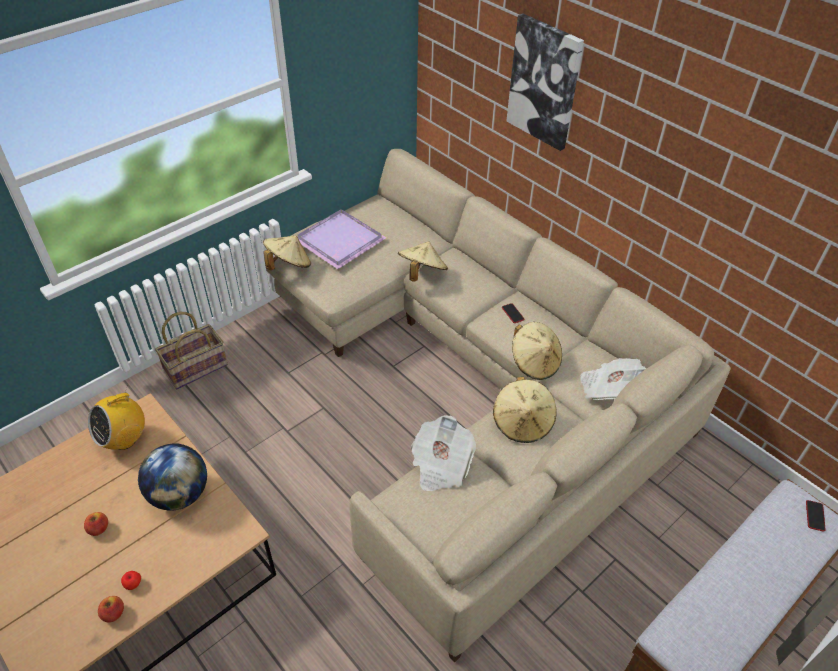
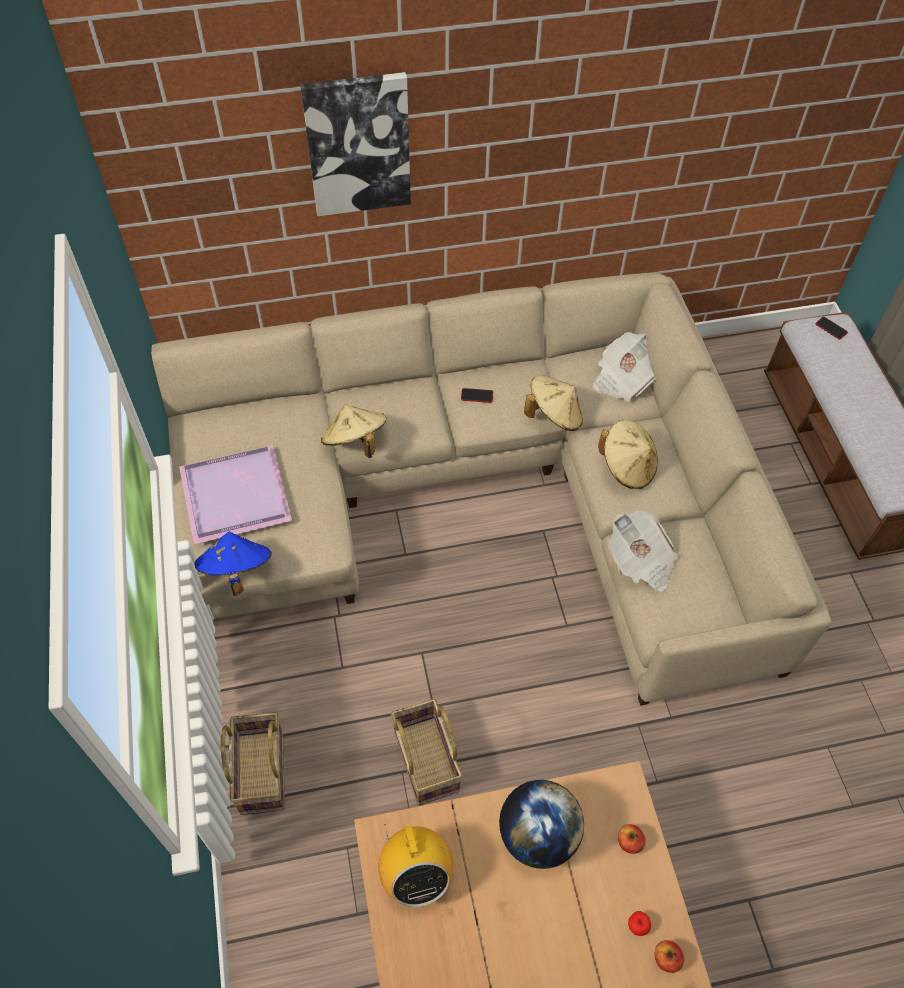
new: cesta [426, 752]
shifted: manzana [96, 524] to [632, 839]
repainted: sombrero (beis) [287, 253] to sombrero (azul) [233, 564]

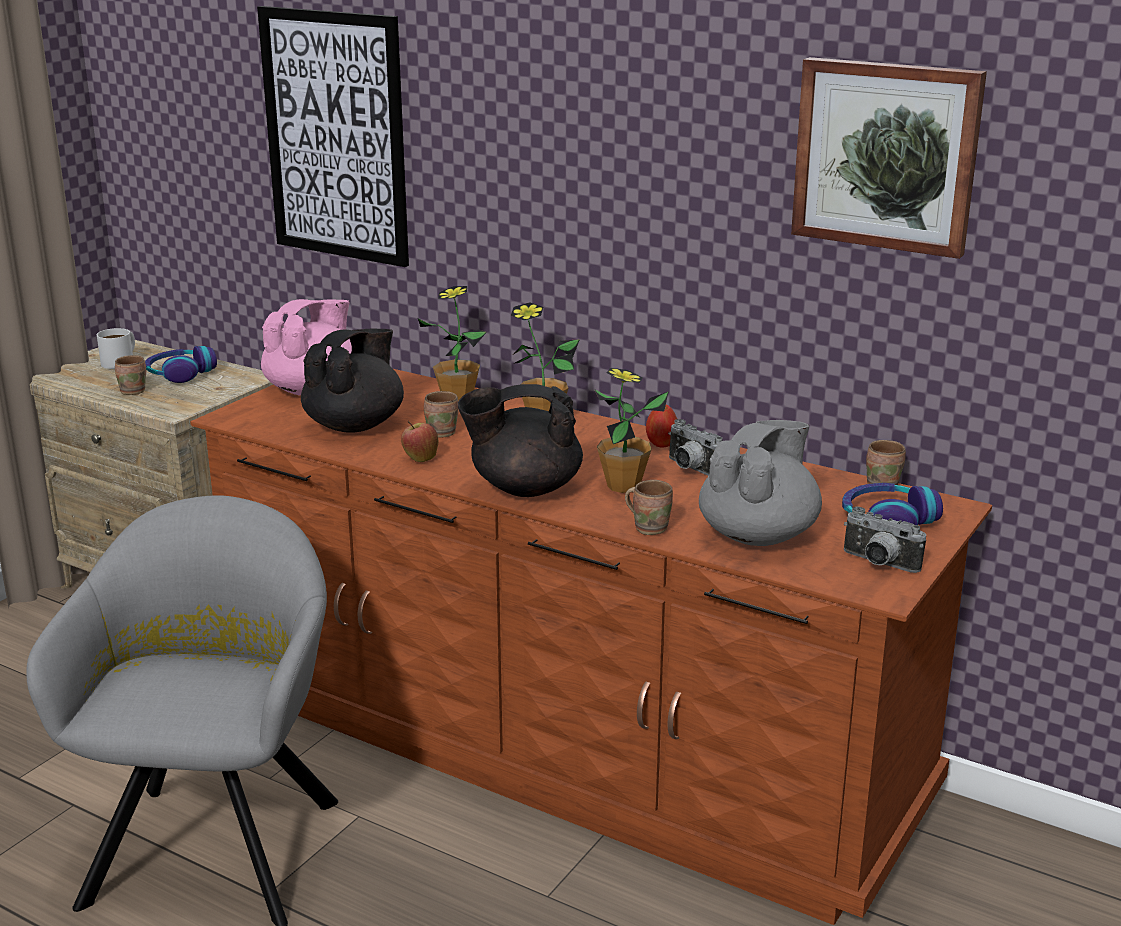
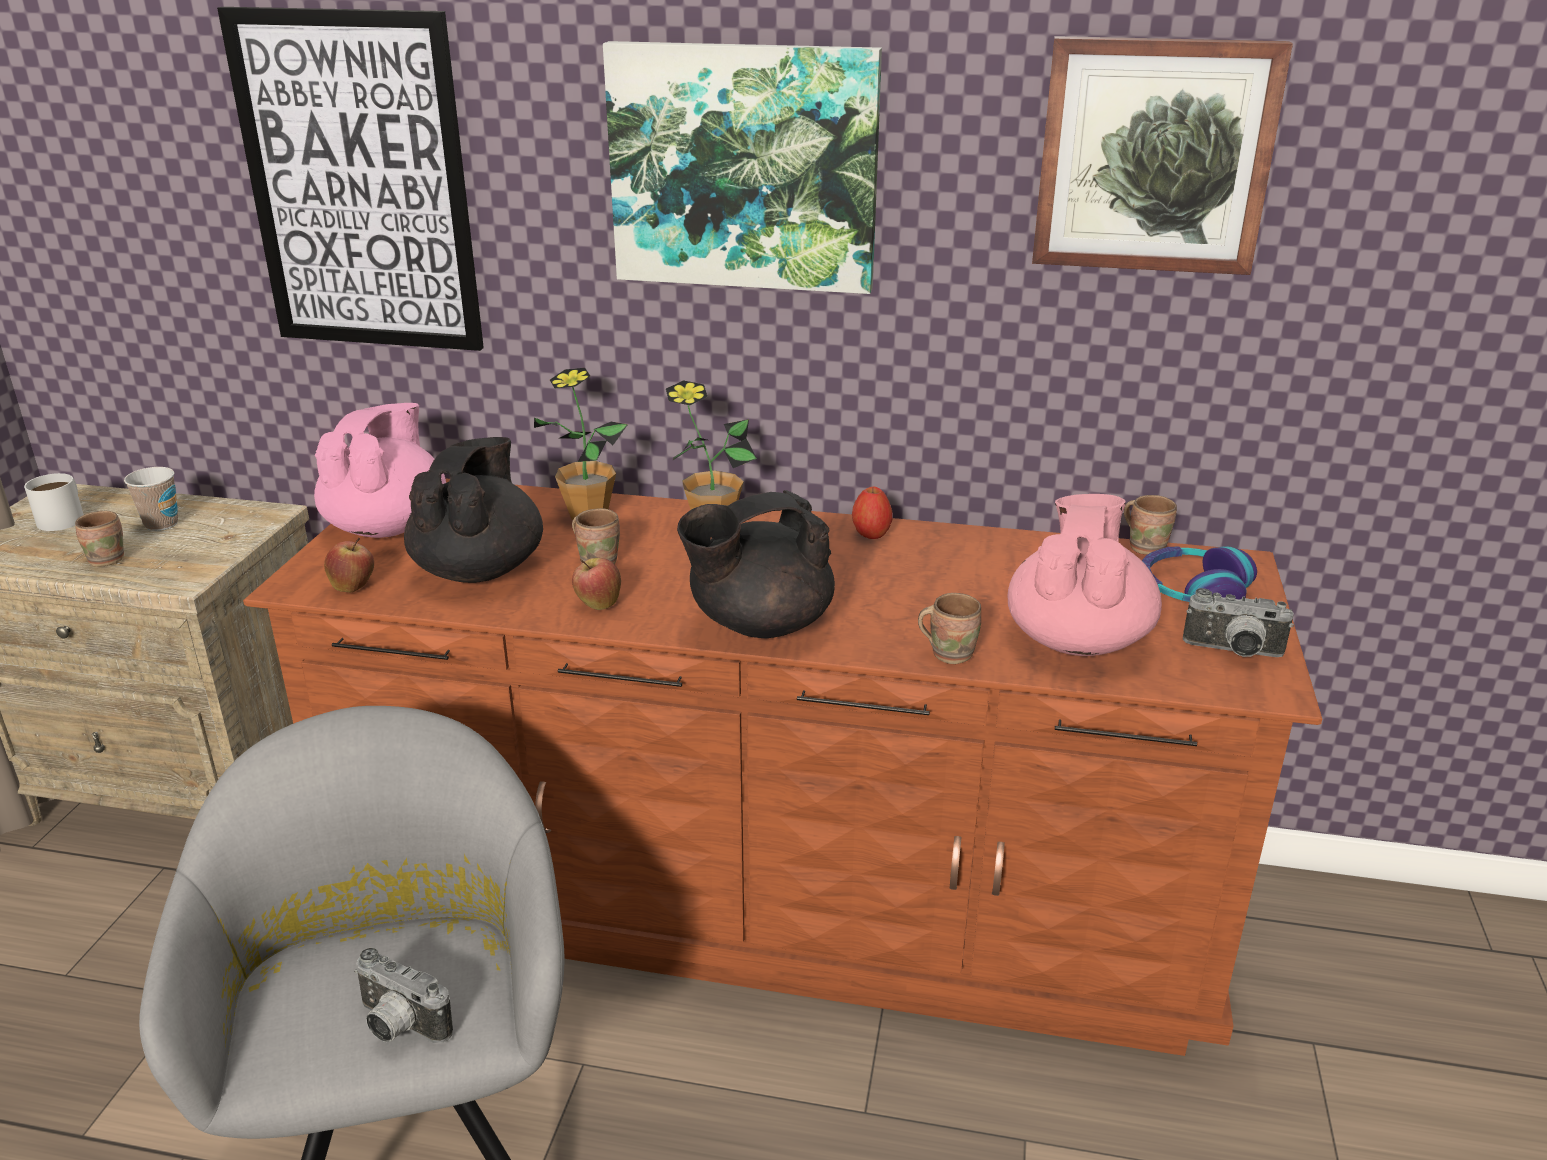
gone: planta en maceta [631, 430]
new: manzana [349, 565]; cuadro [742, 167]
shifted: cámara [695, 447] to [403, 995]
swapped: auriculares [181, 364] to taza [151, 499]
repainted: tetera (gris) [760, 483] to tetera (rosa) [1085, 575]

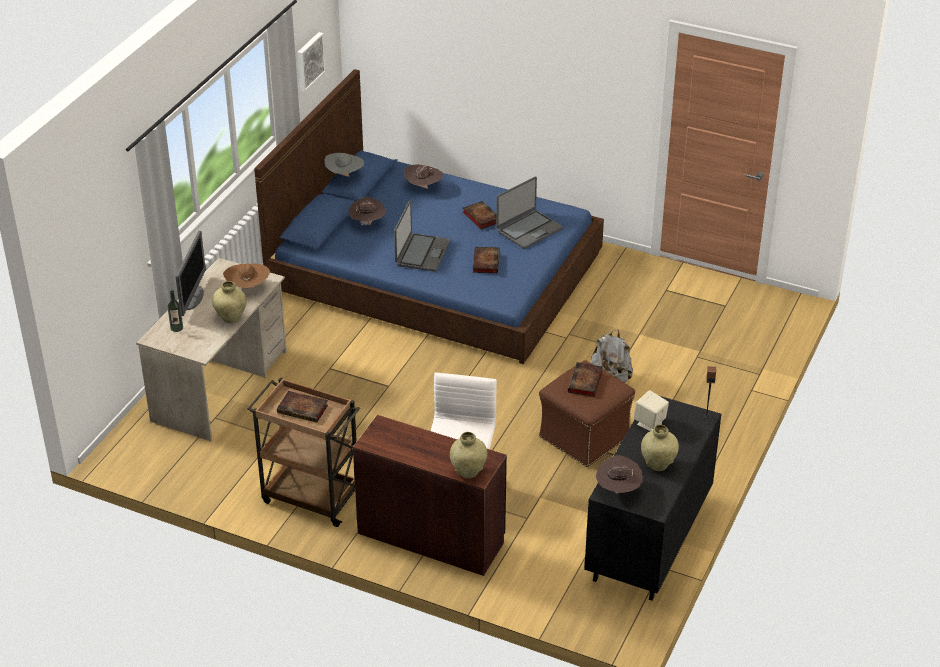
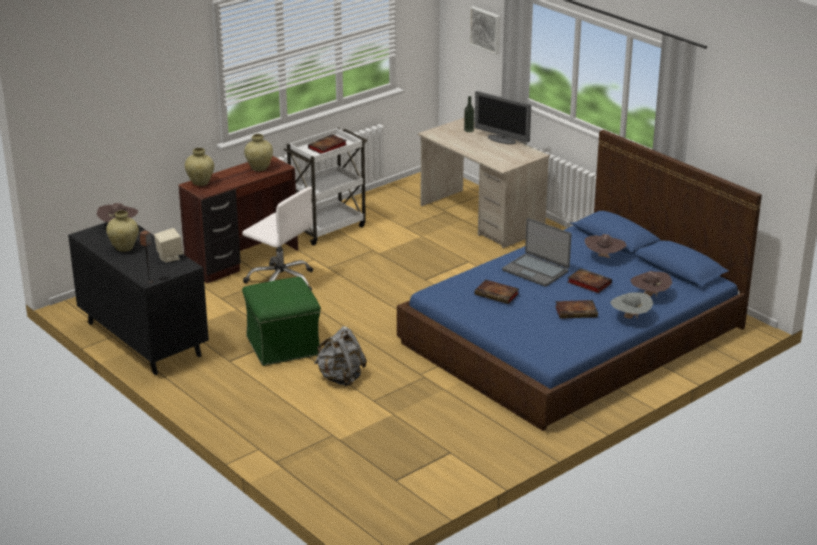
gone: sombrero (marrón) [246, 278]; portátil [529, 212]
shifted: florero (beis) [229, 302] to [258, 152]; cuadro [311, 62] to [484, 30]; sombrero (gris) [344, 165] to [631, 305]; libro [585, 379] to [589, 281]
repainted: carrito (marrón) [304, 452] to carrito (blanco) [325, 187]; puf (marrón) [587, 413] to puf (verde) [281, 321]

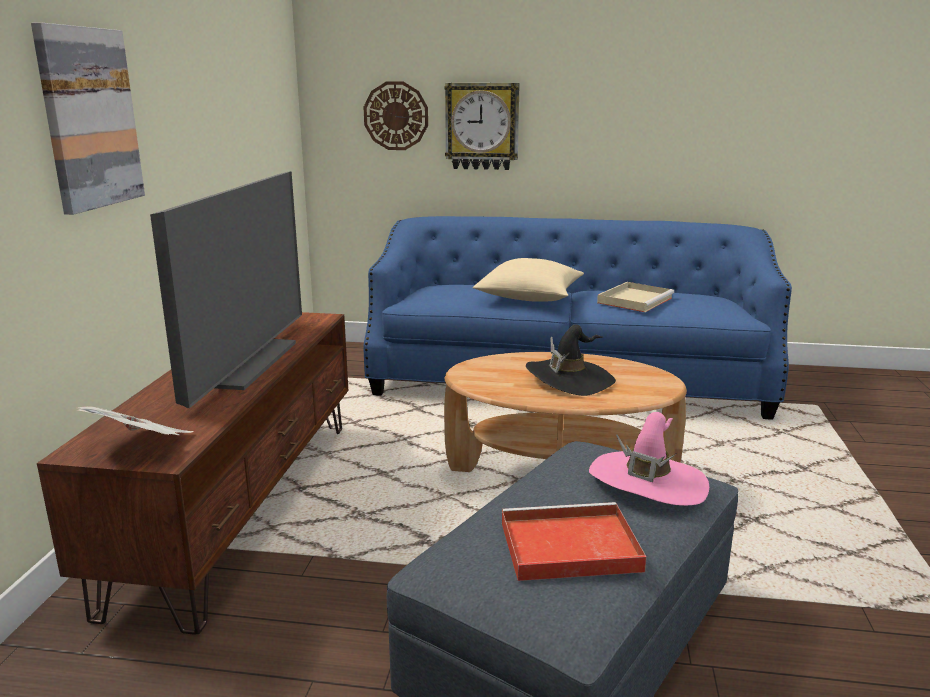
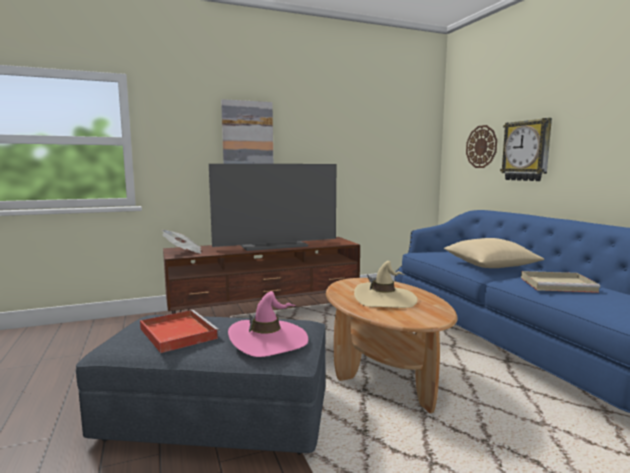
repainted: sombrero (negro) [571, 360] to sombrero (beis) [386, 284]

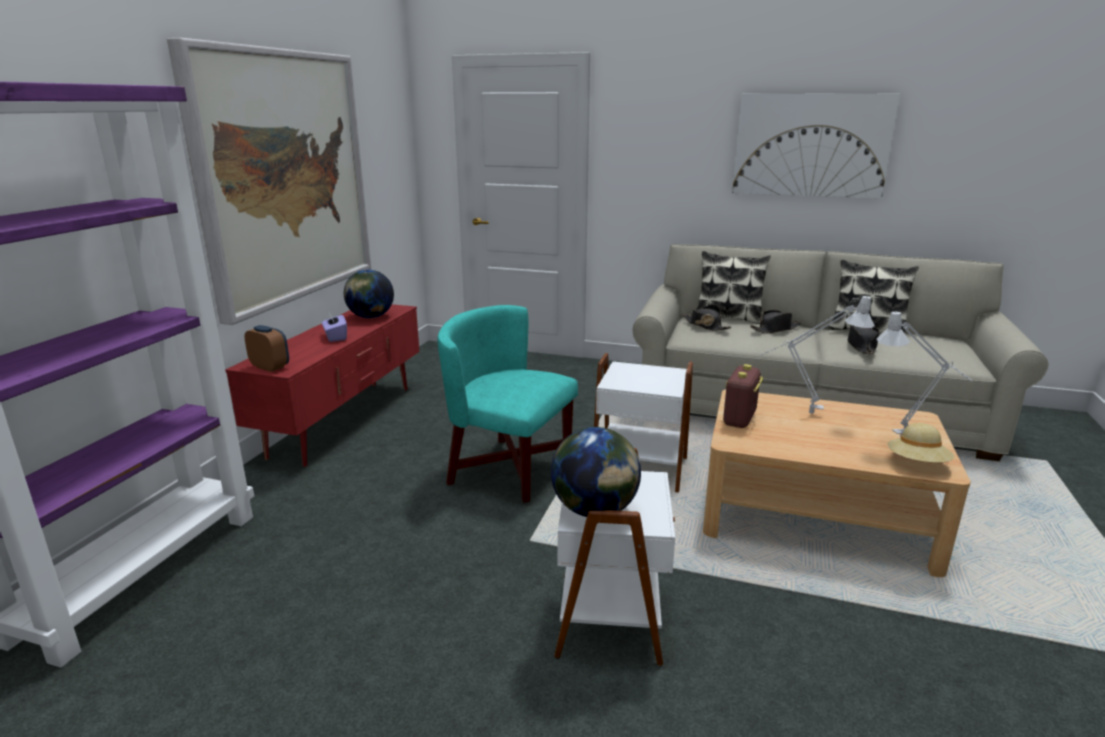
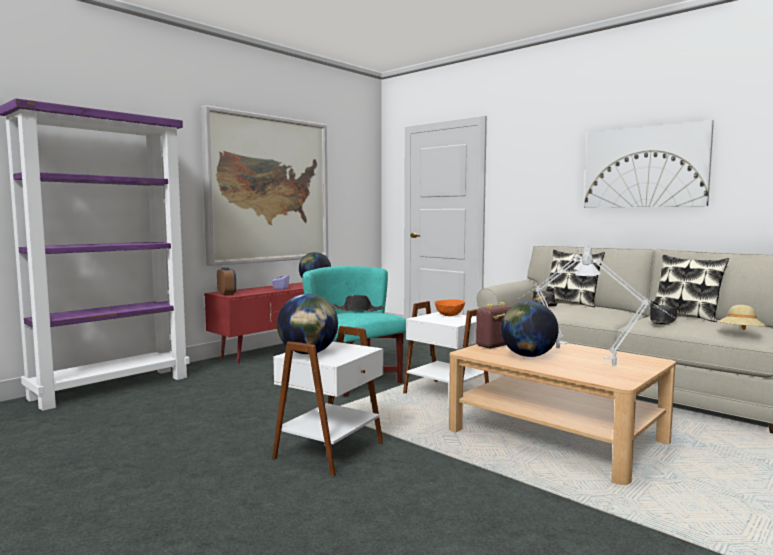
new: cuenco (naranja) [450, 307]; globo terráqueo [530, 329]
shifted: sombrero (negro) [775, 322] to [358, 303]; sombrero (beis) [921, 443] to [742, 317]

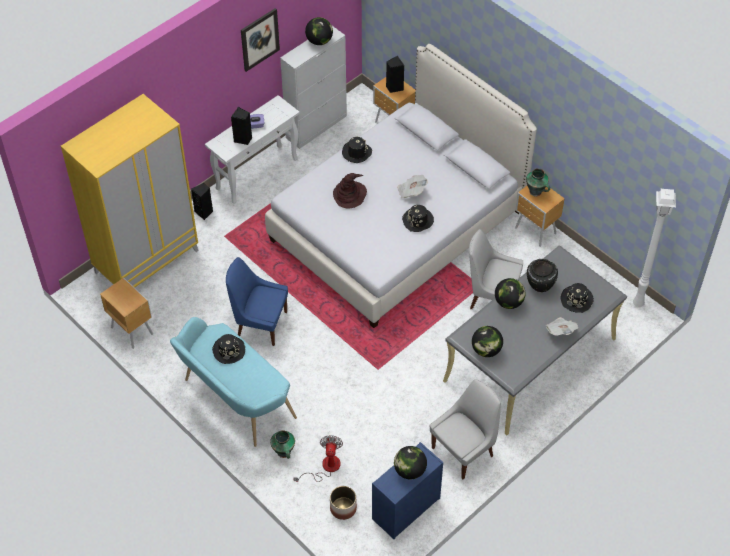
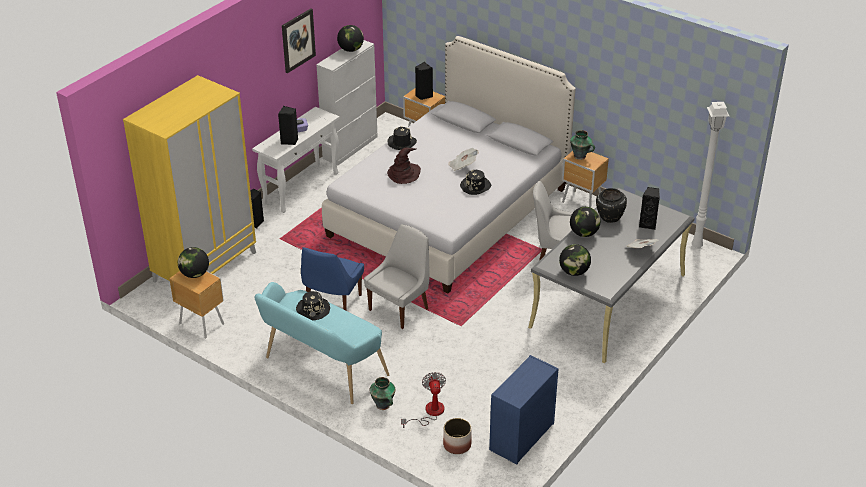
shifted: globo terráqueo [410, 462] to [193, 262]; silla (blanco) [465, 429] to [396, 276]
swapped: sombrero (negro) [577, 298] to altavoz (negro) [649, 208]
rotated: silla (azul) [257, 301] = [332, 279] 75 degrees counterclockwise

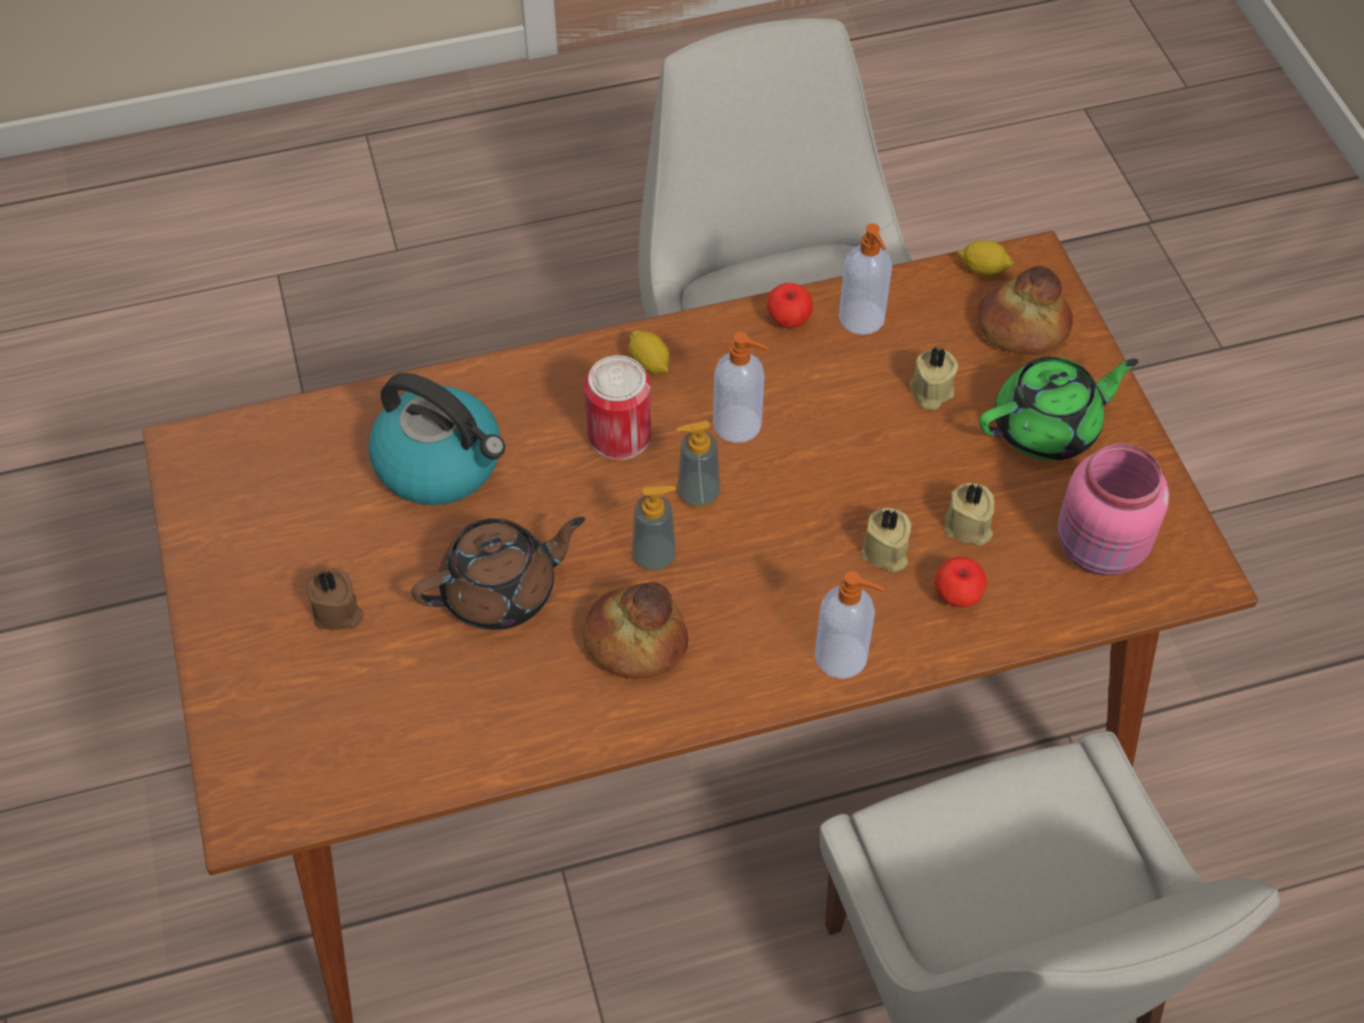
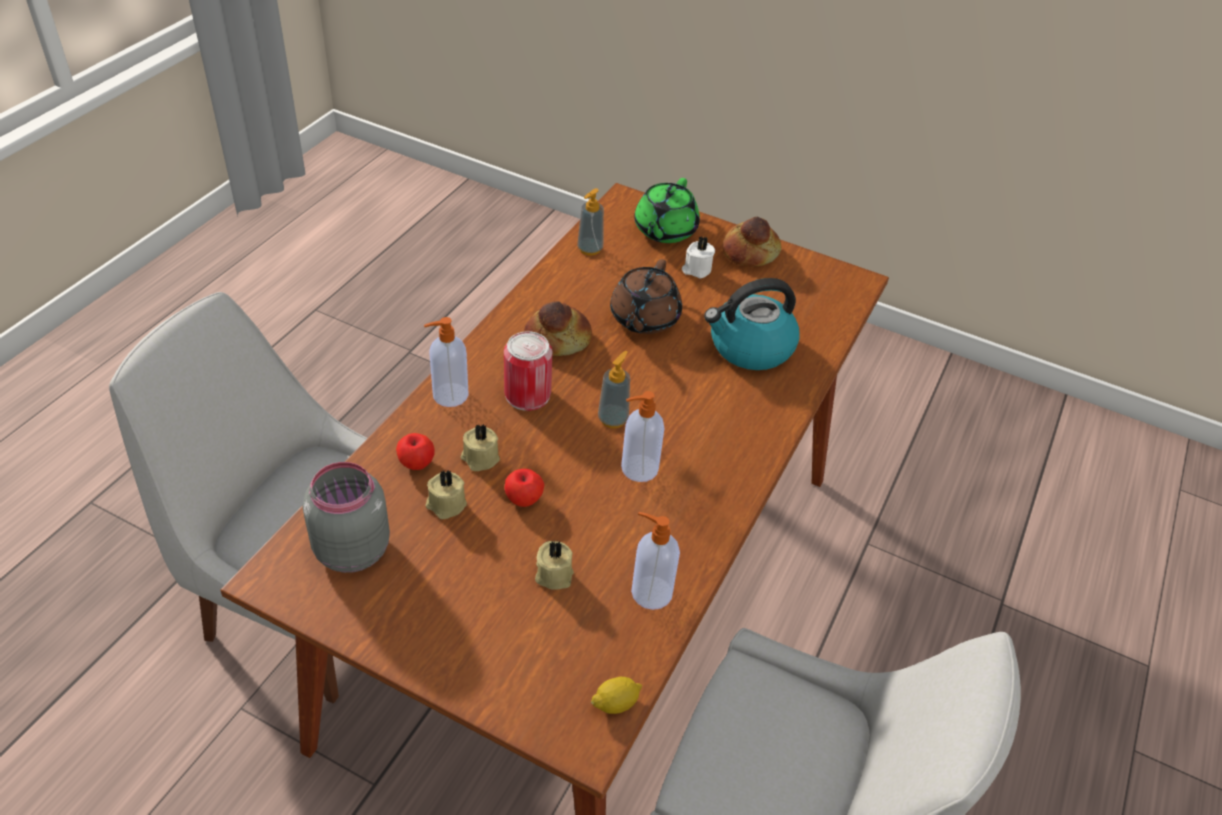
gone: limón [649, 352]
shifted: lata [618, 407] to [528, 371]; dispensador de jabón [654, 529] to [590, 222]; manzana [790, 305] to [524, 488]; pan [1025, 310] to [752, 241]; tetera (verde) [1059, 409] to [667, 210]
repainted: vela (marrón) [335, 599] to vela (blanco) [698, 257]; tarro (rosa) [1113, 509] to tarro (gris) [346, 517]

